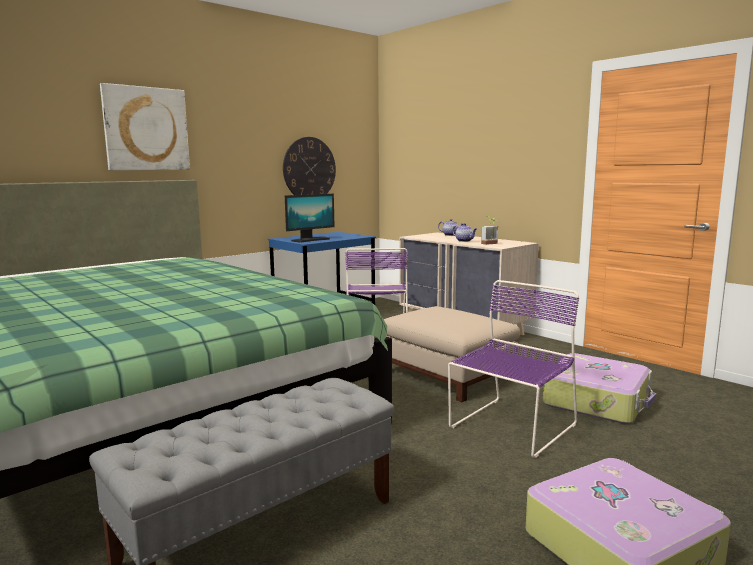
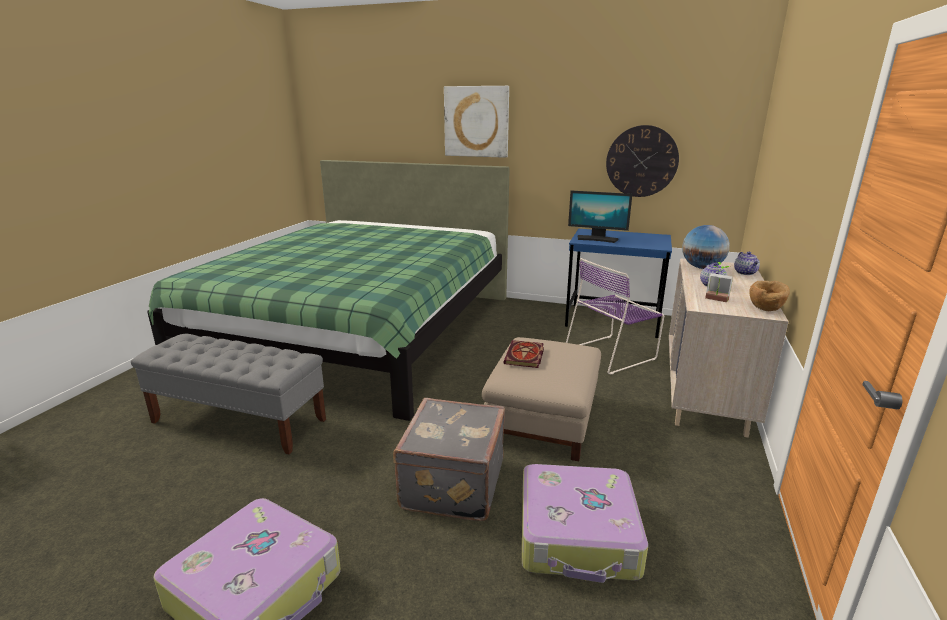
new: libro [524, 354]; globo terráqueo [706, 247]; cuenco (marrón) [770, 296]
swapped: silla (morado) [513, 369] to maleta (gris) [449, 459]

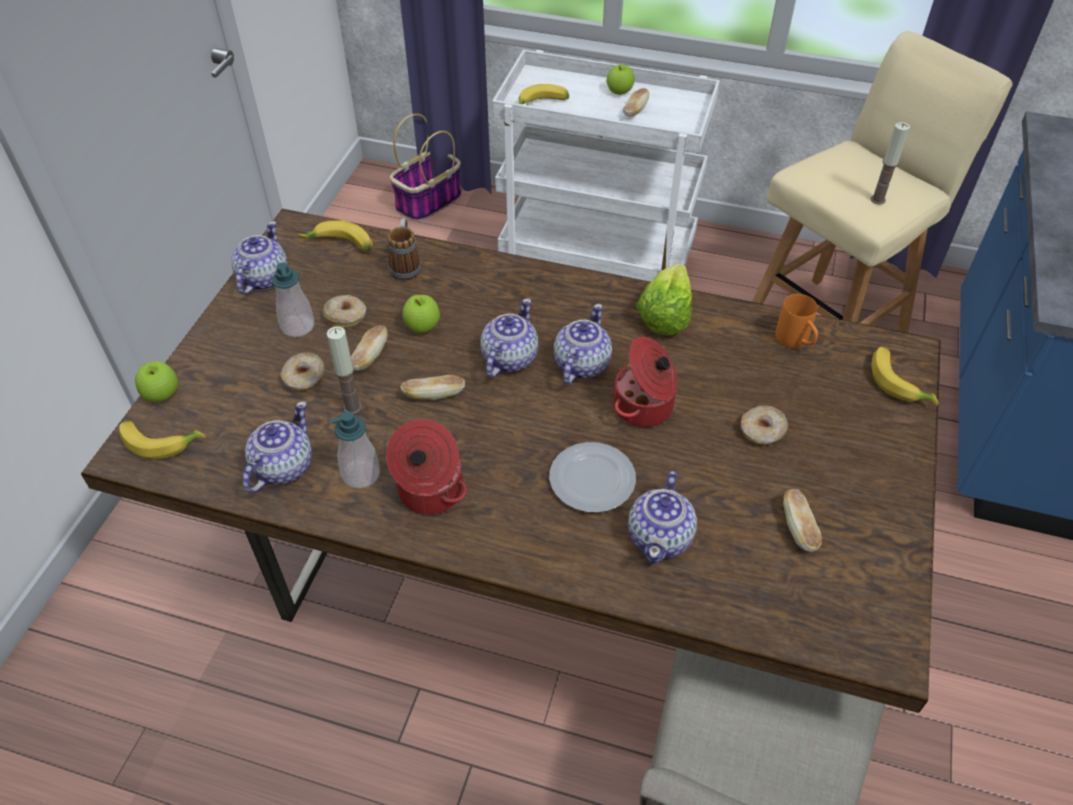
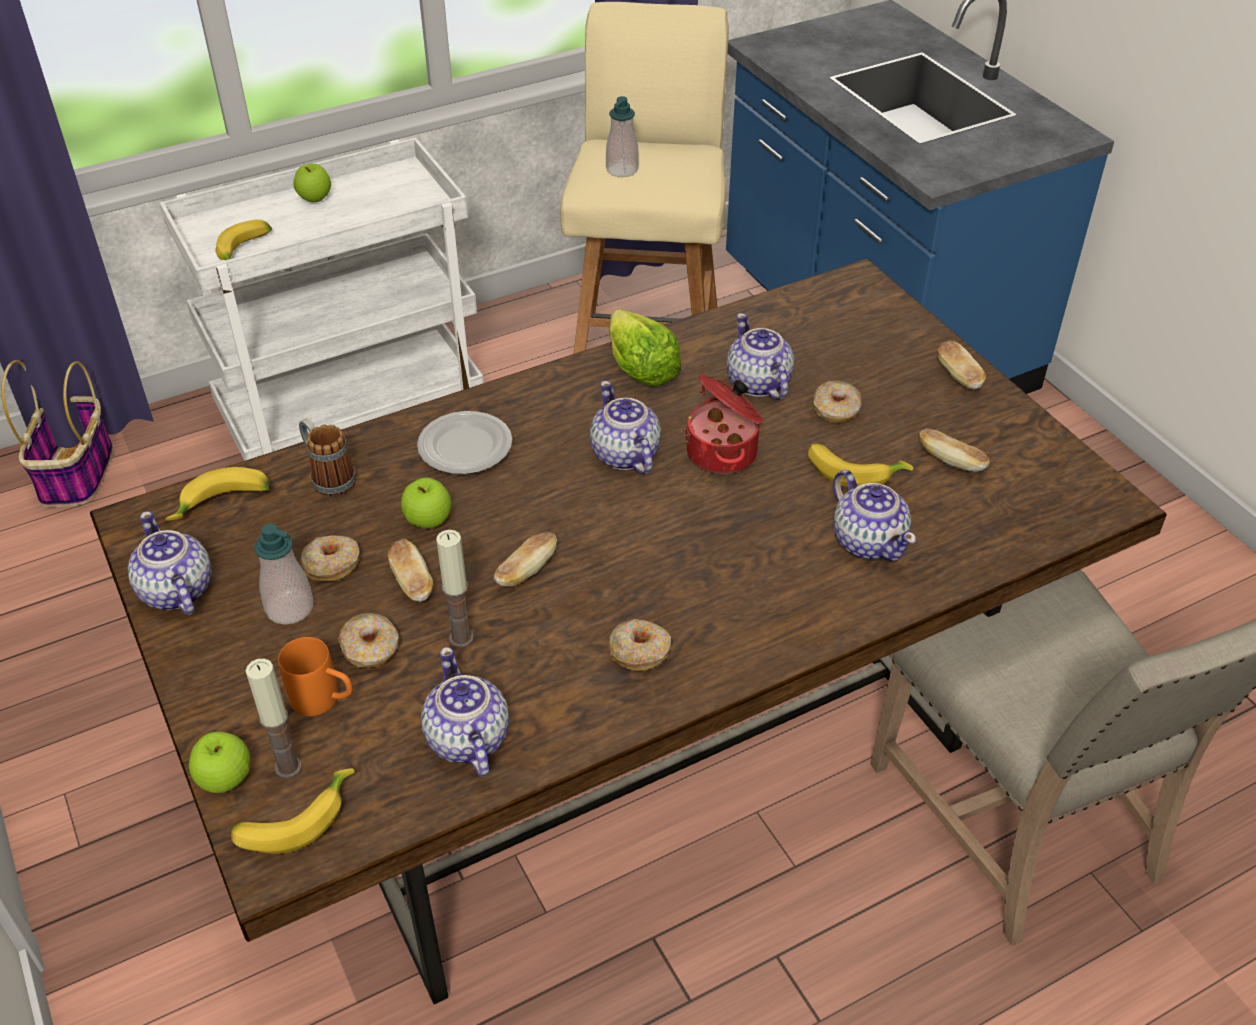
shifted: dispensador de jabón [355, 450] to [622, 136]; tetera [509, 338] to [760, 356]; plato [592, 477] to [464, 442]; pan [636, 102] to [962, 365]; taza grande (naranja) [796, 321] to [315, 676]; vela [890, 163] to [273, 719]; plátano [905, 376] to [860, 465]
swapped: olla [426, 467] to rosquilla [639, 645]

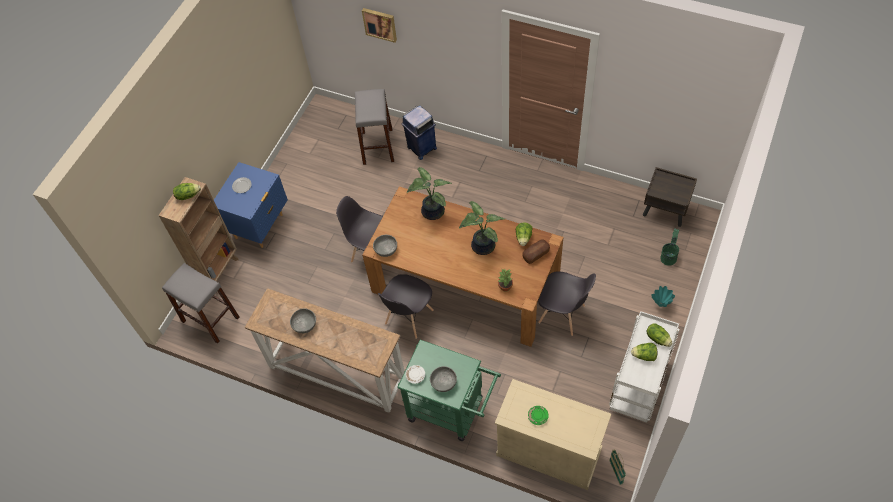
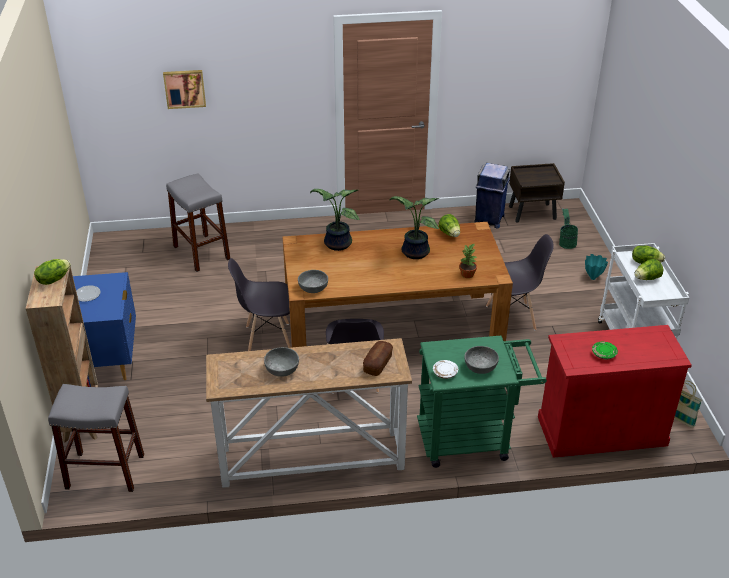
shifted: papelera (azul) [419, 132] to [492, 195]; pan [536, 251] to [378, 358]
repainted: armario (beis) [553, 434] to armario (rojo) [615, 391]

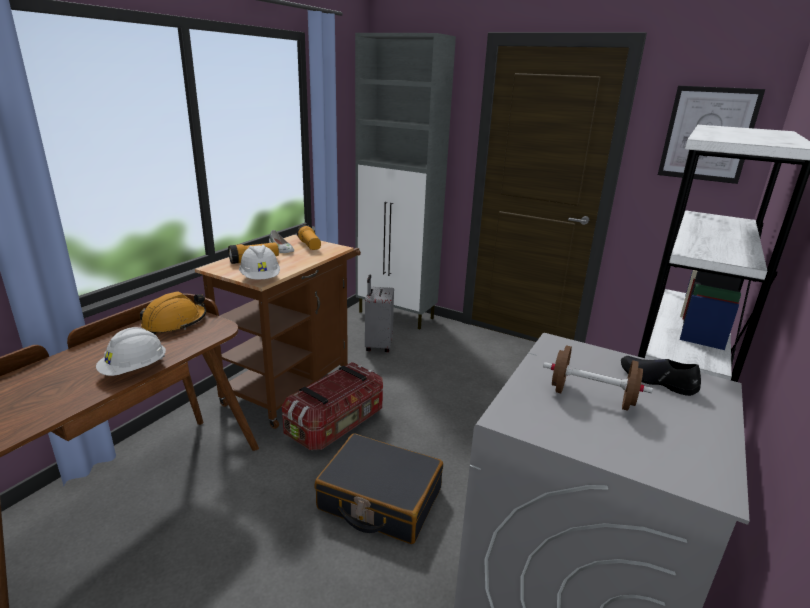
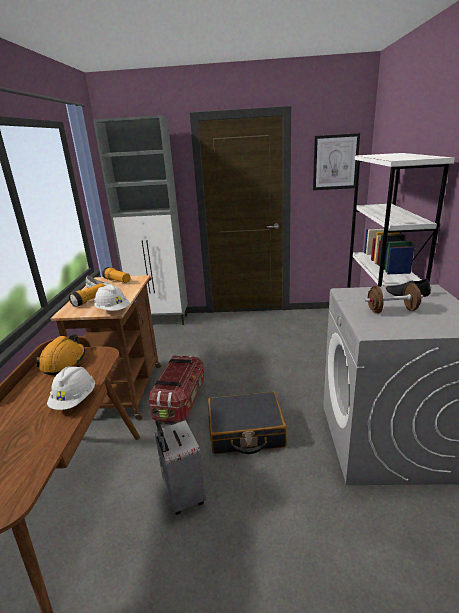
shifted: maleta (gris) [379, 313] to [180, 467]

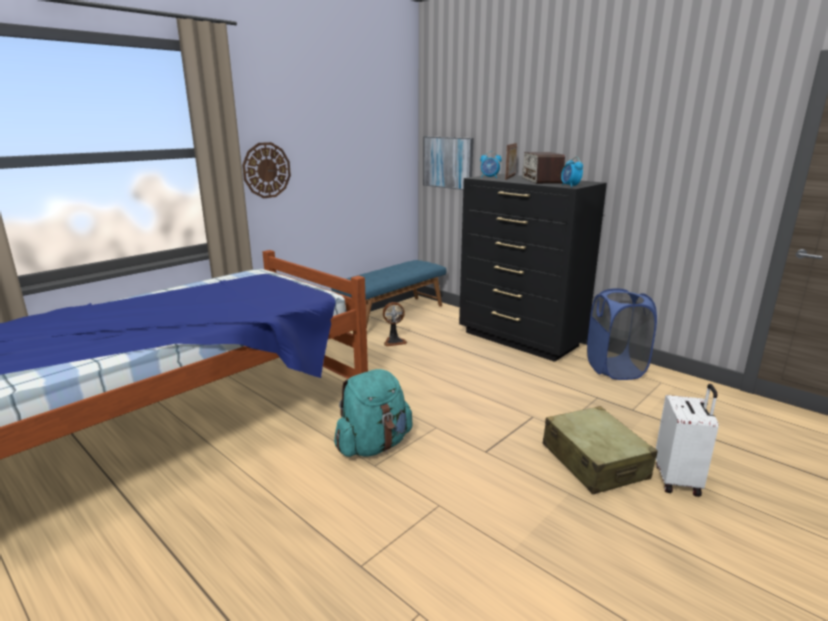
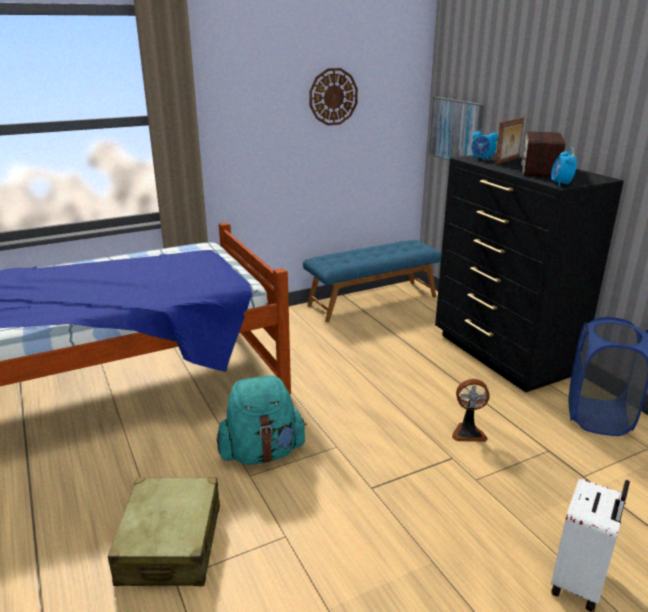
shifted: reloj de pared [266, 170] to [333, 97]; ventilador [395, 324] to [471, 410]; maleta (beis) [600, 450] to [164, 531]

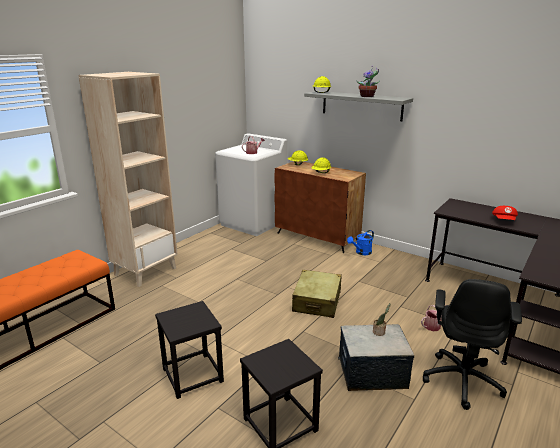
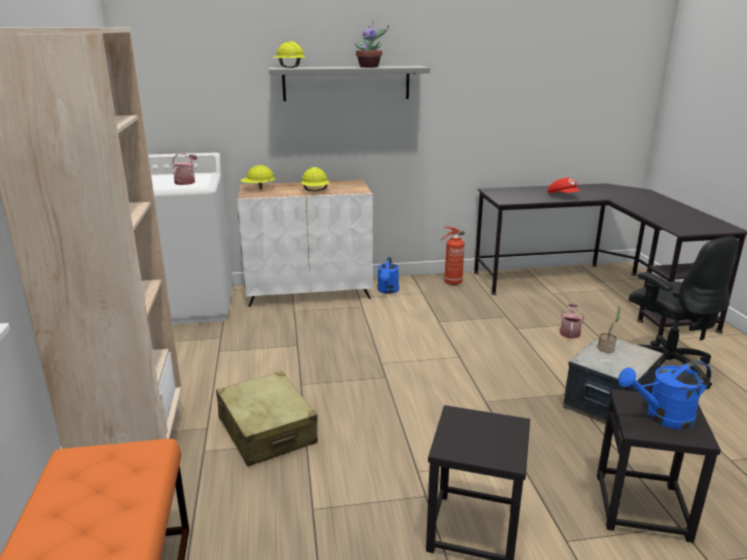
new: extintor [452, 255]; regadera (azul) [664, 395]
shifted: maleta (beis) [317, 294] to [267, 419]
repainted: armario (marrón) [320, 207] to armario (blanco) [305, 243]

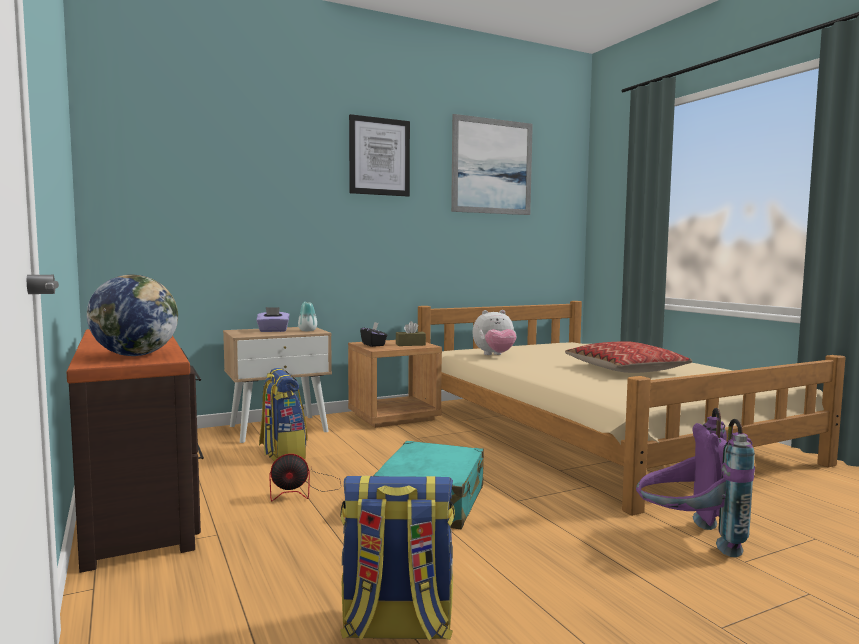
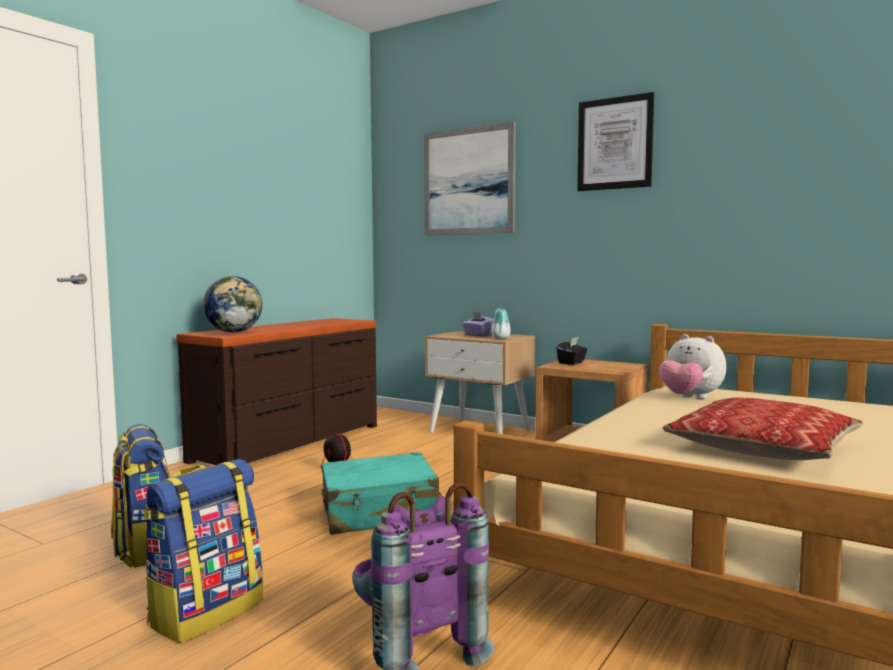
gone: caja de pañuelos (marrón) [411, 333]
shifted: mochila [283, 414] to [203, 551]; cuadro [492, 164] to [469, 178]

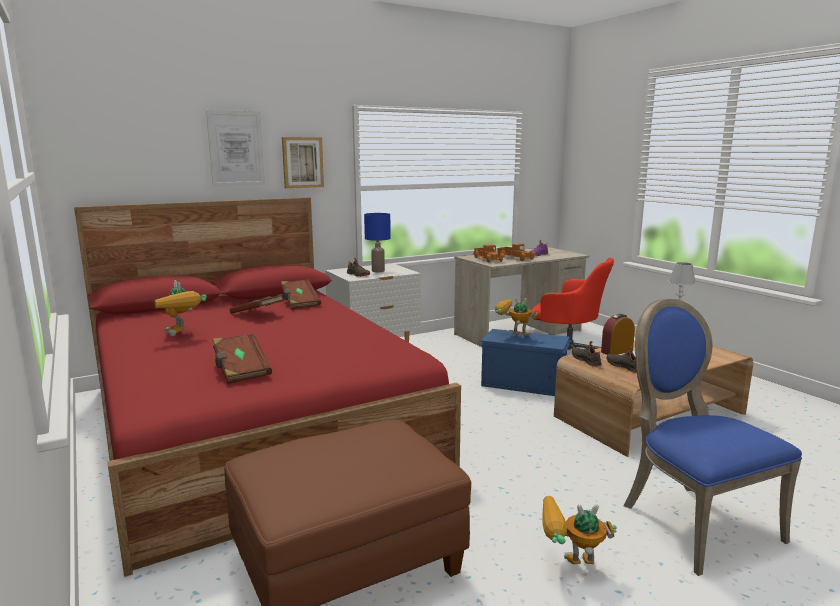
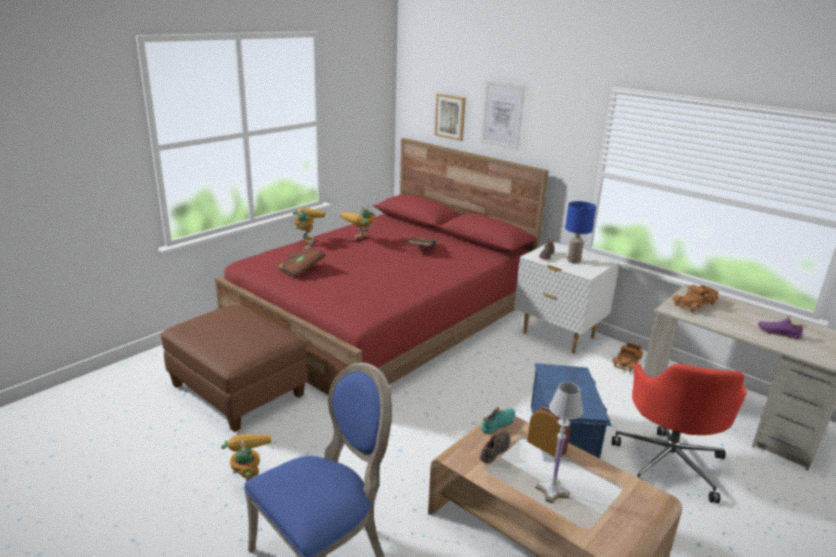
gone: libro (marrón) [301, 294]
shifted: cuadro [303, 162] to [450, 117]; robot de juguete [516, 316] to [308, 226]; camión de juguete [516, 252] to [627, 357]
repainted: zapato (negro) [587, 354] to zapato (turquesa) [498, 420]

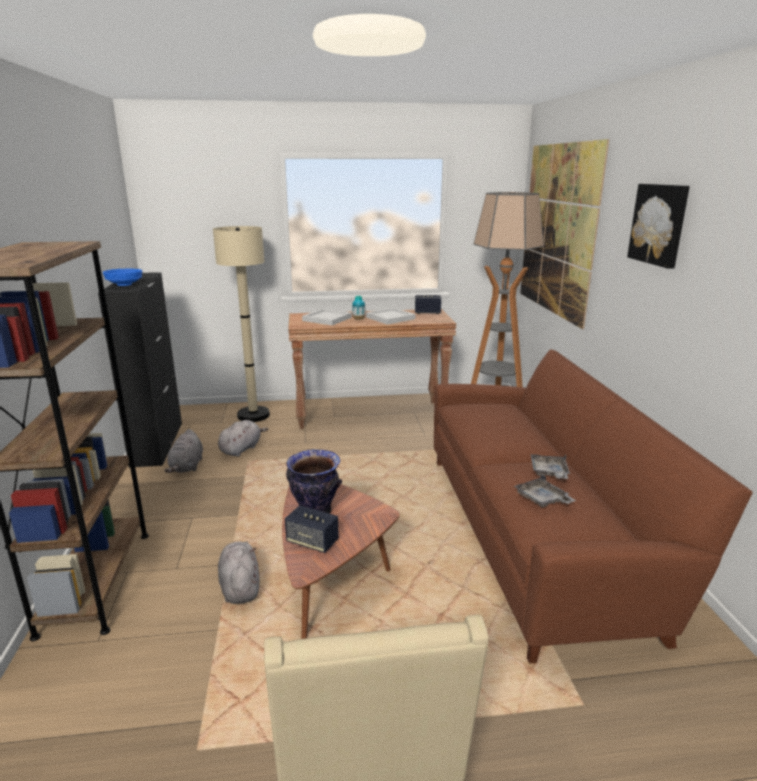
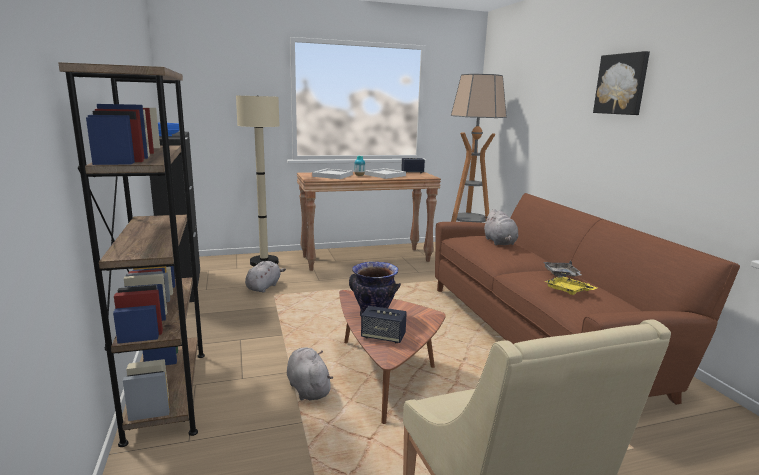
gone: cuadro [564, 234]
shifted: peluche (gris) [183, 451] to [500, 227]
repainted: bandeja (gris) [545, 490] to bandeja (amarillo) [570, 284]

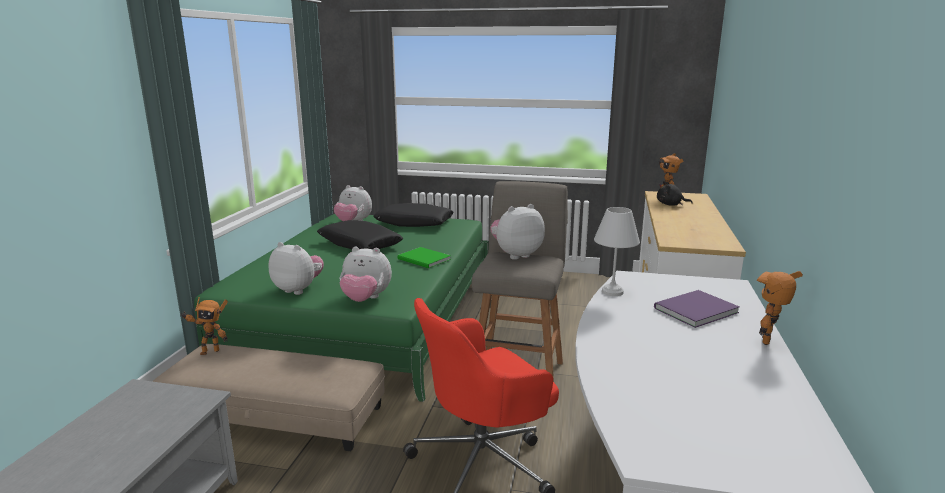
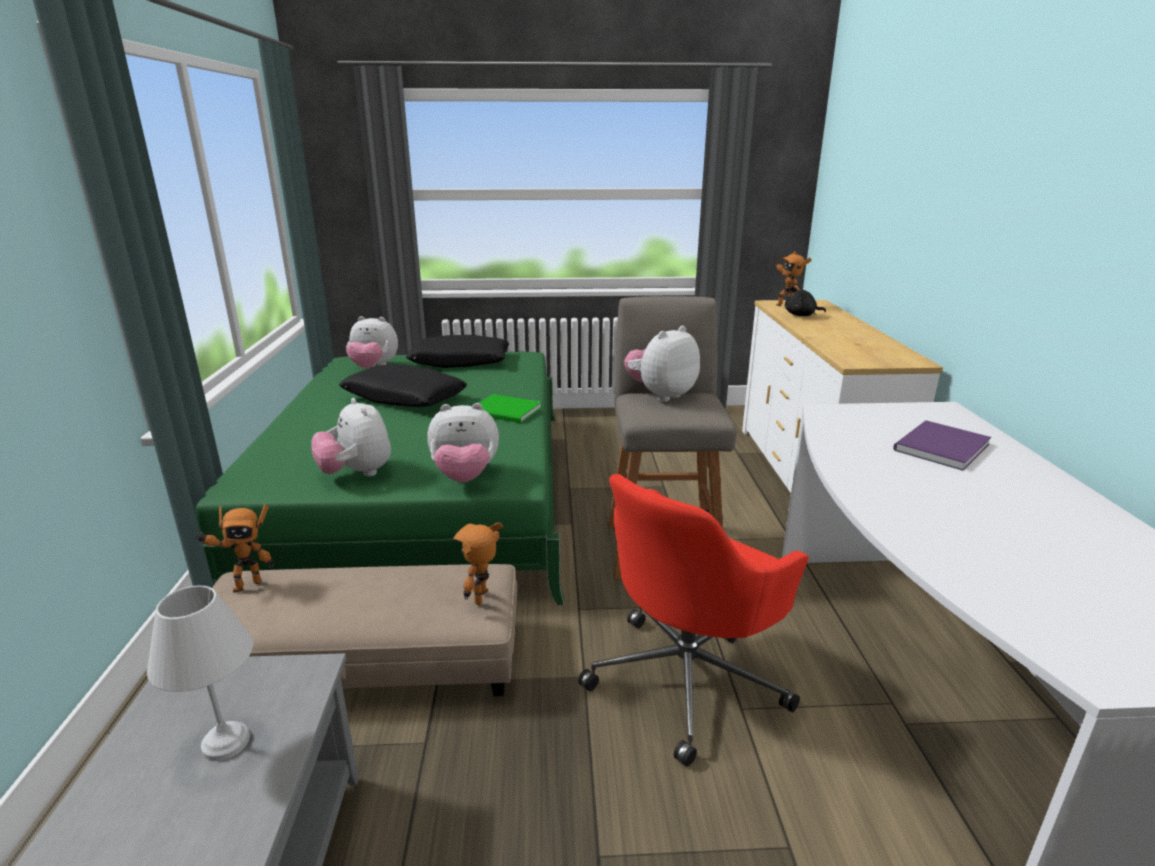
shifted: lámpara de mesa (blanco) [617, 251] to [200, 673]; robot de juguete [779, 308] to [478, 563]
rotated: peluche [296, 268] = [351, 437] 135 degrees counterclockwise

